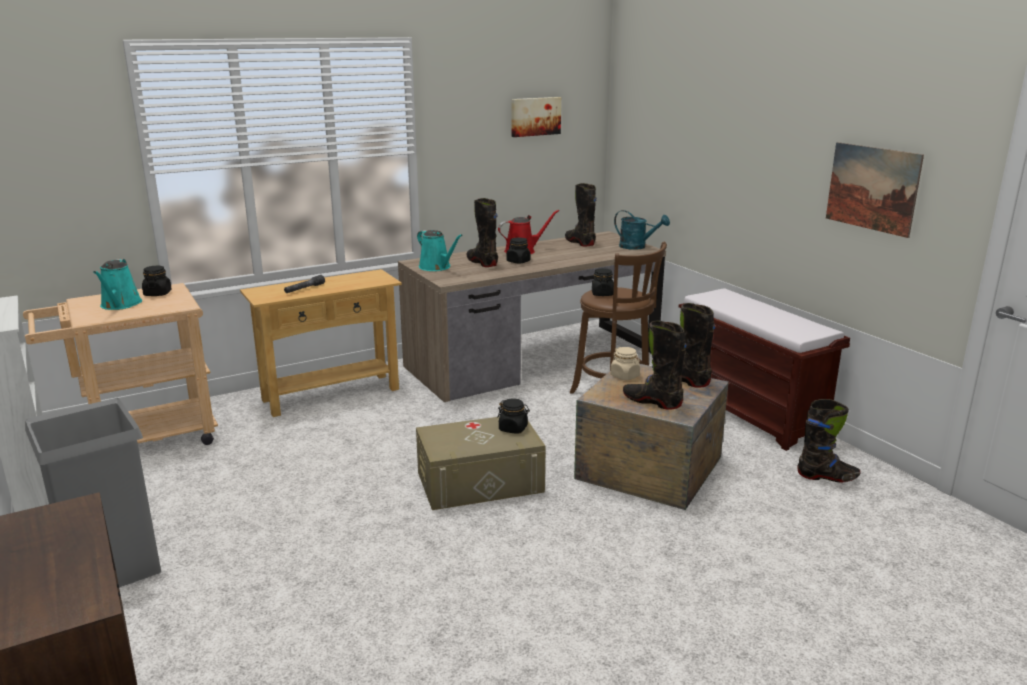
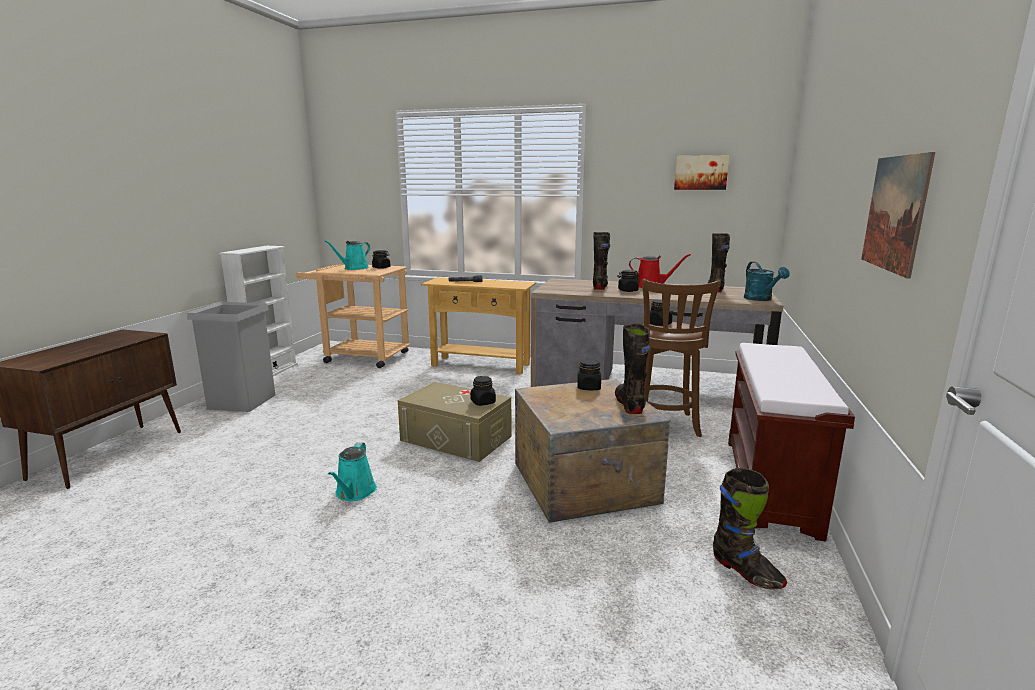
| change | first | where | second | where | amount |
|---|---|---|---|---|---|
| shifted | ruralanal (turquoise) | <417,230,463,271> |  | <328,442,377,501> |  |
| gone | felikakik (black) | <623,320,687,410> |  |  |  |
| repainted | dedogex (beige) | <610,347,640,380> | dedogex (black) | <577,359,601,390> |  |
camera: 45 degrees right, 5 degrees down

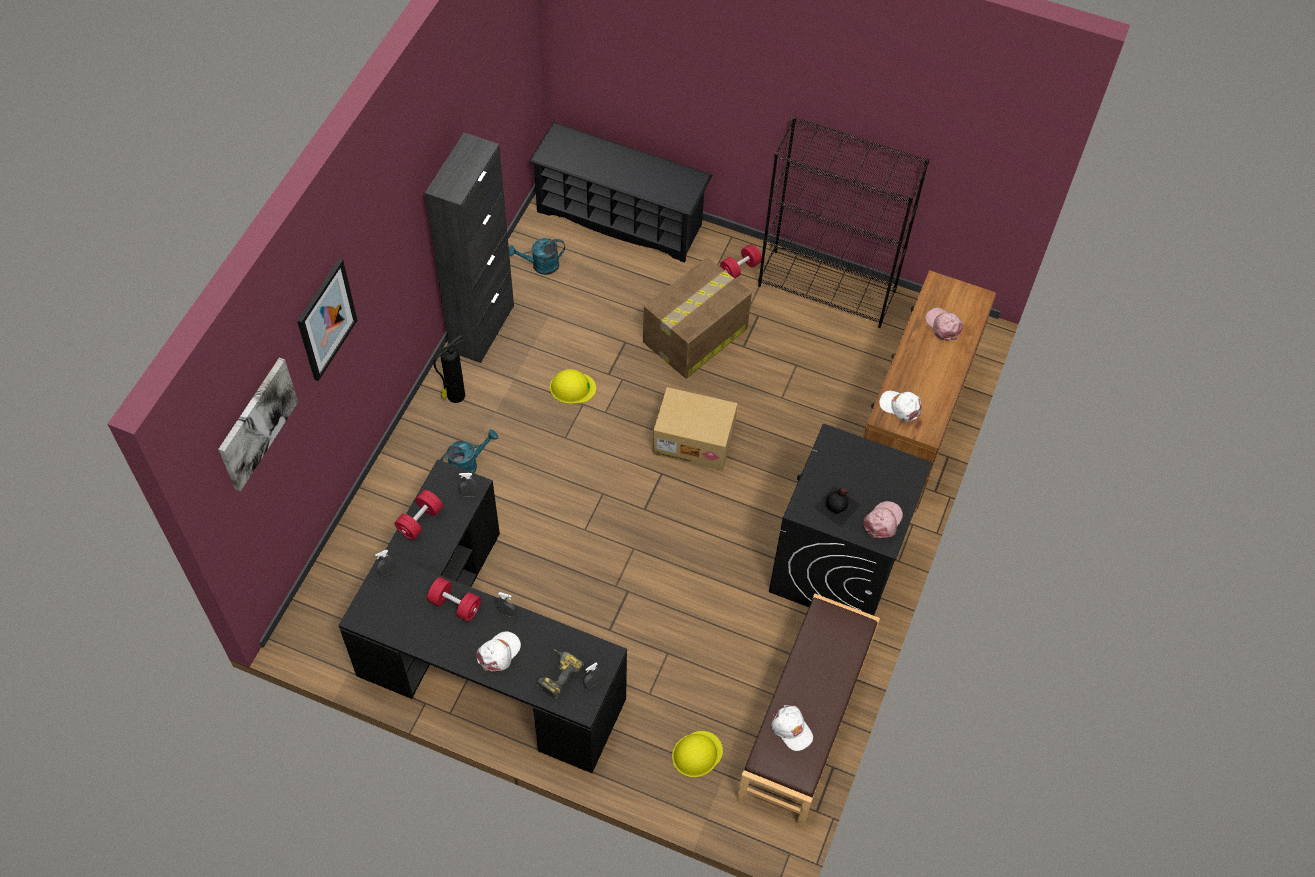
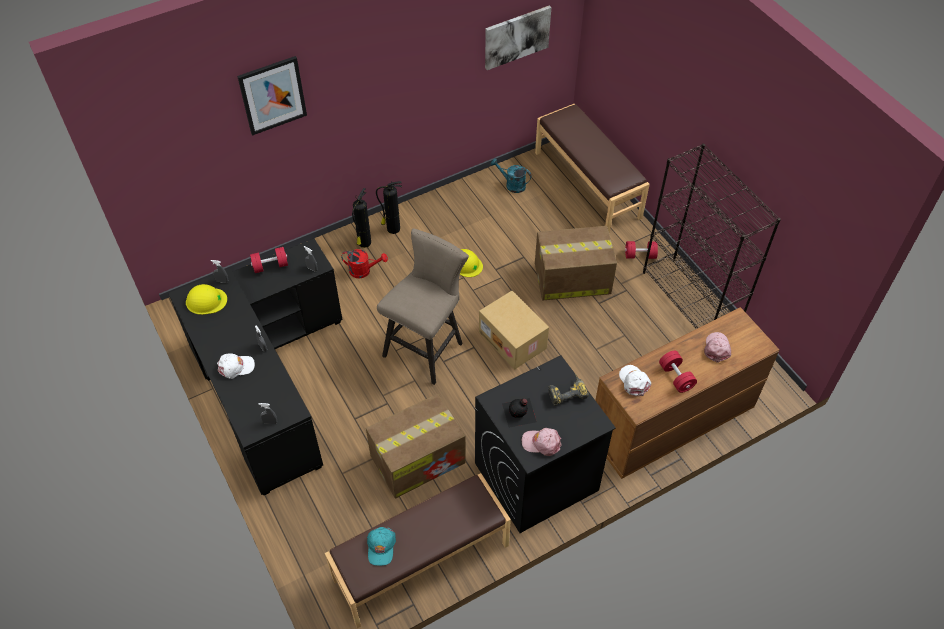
| change | first | where | second | where | amount |
|---|---|---|---|---|---|
| swapped | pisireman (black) | <529,122,713,263> | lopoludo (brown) | <535,104,650,233> |  |
| gone | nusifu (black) | <425,132,514,363> |  |  |  |
| shifted | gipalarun | <218,358,298,491> |  | <485,6,551,70> |  |
| repainted | ruralanal (turquoise) | <441,430,498,473> | ruralanal (red) | <341,249,388,278> |  |
| rotated | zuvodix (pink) | <863,501,903,538> |  | <522,428,562,456> | 150 degrees counterclockwise |
| shifted | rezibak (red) | <427,577,481,622> |  | <659,351,697,393> |  |
| shifted | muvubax | <537,649,584,699> |  | <548,374,589,406> |  |
| repainted | zuvodix (white) | <771,705,813,751> | zuvodix (turquoise) | <367,527,396,566> |  |
| shifted | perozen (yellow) | <672,731,723,777> |  | <186,284,227,315> |  |
| new |  |  | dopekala | <352,188,371,248> |  |
| new |  |  | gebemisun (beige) | <377,228,469,385> |  |
| new |  |  | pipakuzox | <366,394,466,499> |  |
camera: 40 degrees right, 5 degrees down

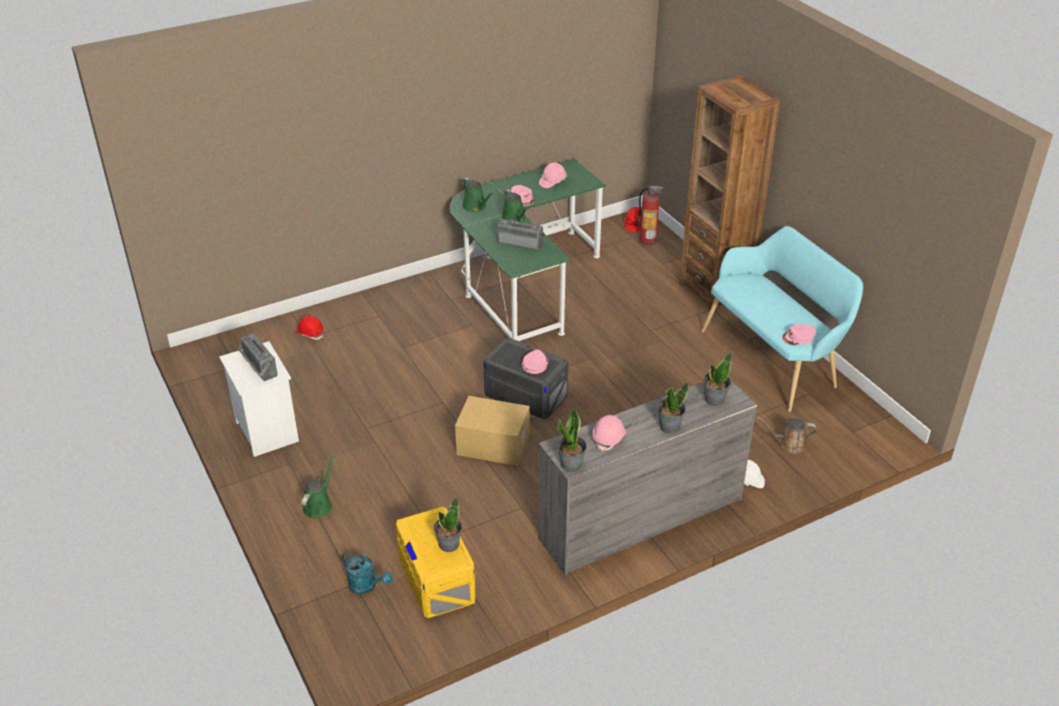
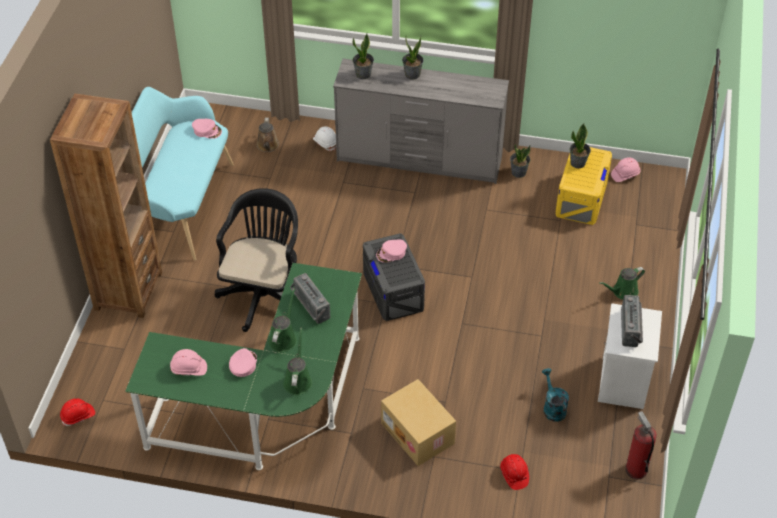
| change | first | where | second | where | amount |
|---|---|---|---|---|---|
| shifted | dopekala | <637,185,664,246> |  | <625,411,657,479> |  |
| shifted | pipakuzox | <455,396,529,466> |  | <381,379,456,466> |  |
| shifted | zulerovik | <557,408,587,472> |  | <510,144,531,178> |  |
| shifted | perozen (pink) | <593,415,626,452> |  | <611,157,640,182> |  |
| rotated | ruralanal (brown) | <757,417,817,455> |  | <257,117,279,152> | 45 degrees clockwise |
| shifted | ruralanal (turquoise) | <341,552,393,594> |  | <542,368,569,422> |  |
| new |  |  | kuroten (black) | <215,188,298,332> |  |
camera: 140 degrees left, 10 degrees up

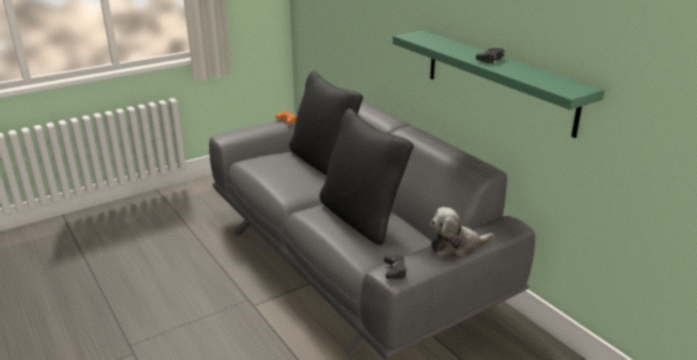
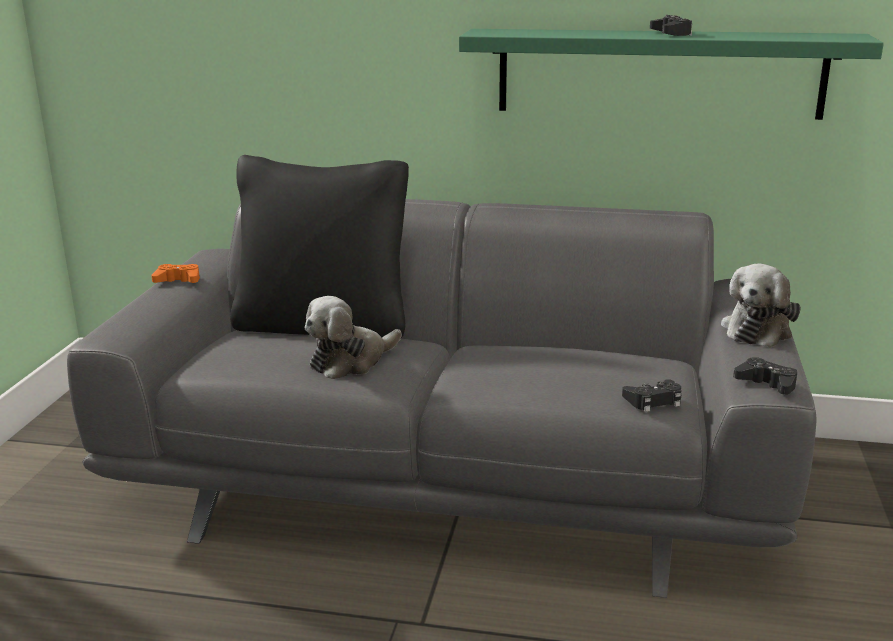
| change | first | where | second | where | amount |
|---|---|---|---|---|---|
| gone | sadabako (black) | <320,108,414,245> |  |  |  |
| new |  |  | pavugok | <305,296,402,379> |  |
| new |  |  | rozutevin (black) | <622,379,682,412> |  |
camera: 45 degrees left, 5 degrees down

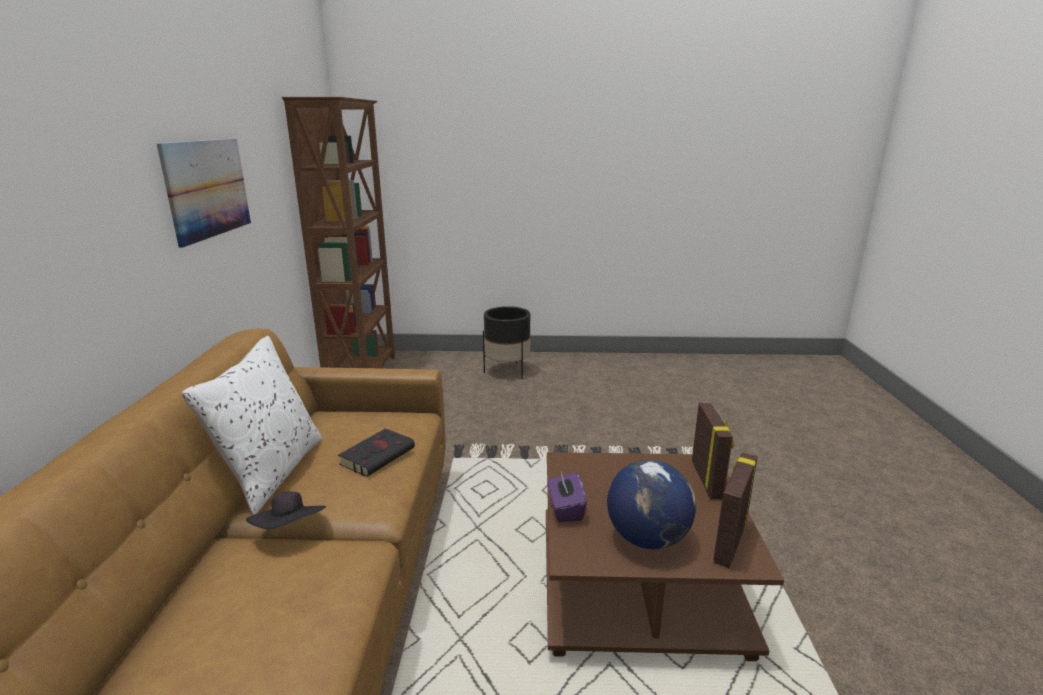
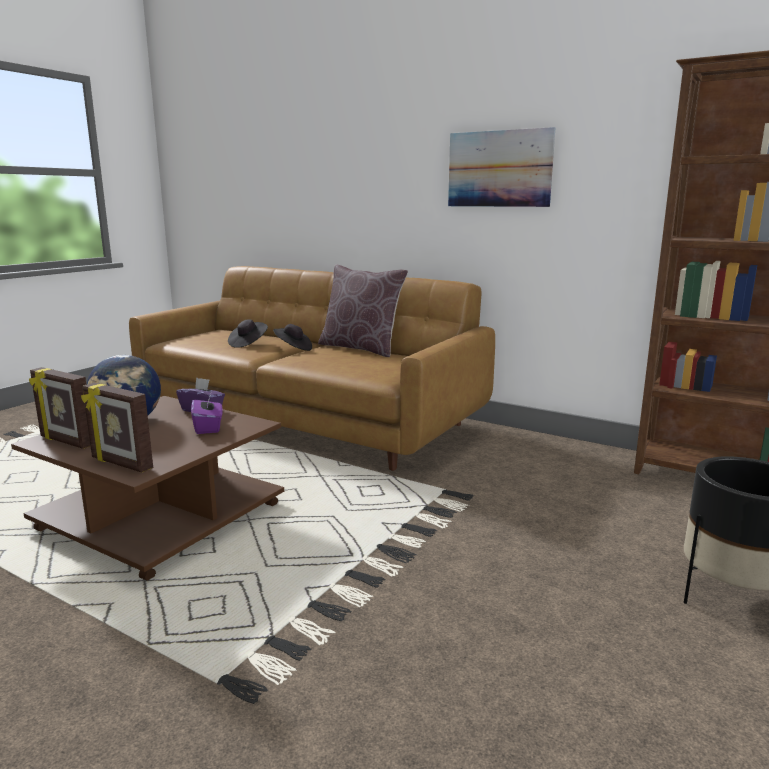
| change | first | where | second | where | amount |
|---|---|---|---|---|---|
| repainted | sadabako (white) | <182,336,322,515> | sadabako (brown) | <318,265,408,357> |  |
| gone | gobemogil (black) | <338,428,415,477> |  |  |  |
| rotated | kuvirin | <713,453,758,568> |  | <29,367,90,449> | 150 degrees clockwise |
| new |  |  | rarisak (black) | <228,319,268,348> |  |
| new |  |  | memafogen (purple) | <191,394,222,434> |  |
camera: 120 degrees right, 5 degrees down

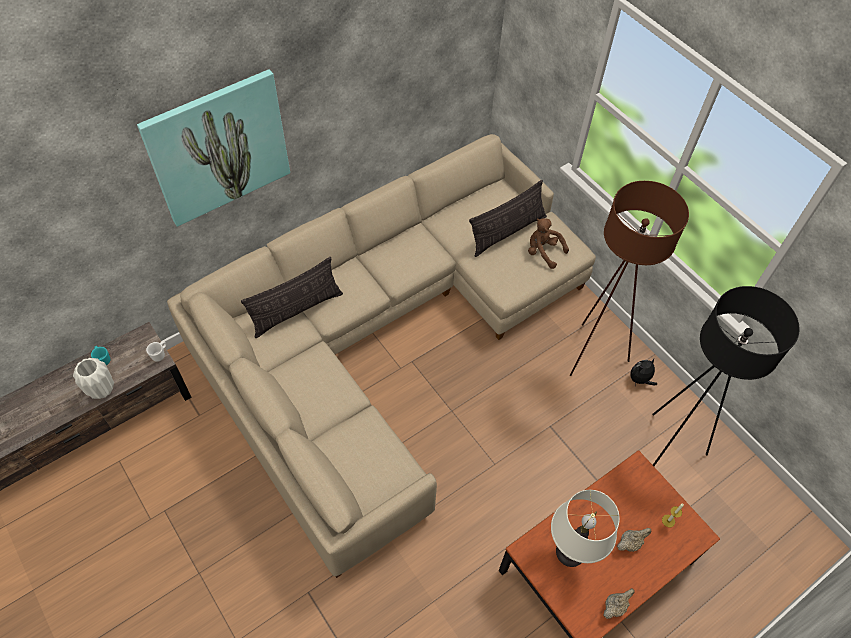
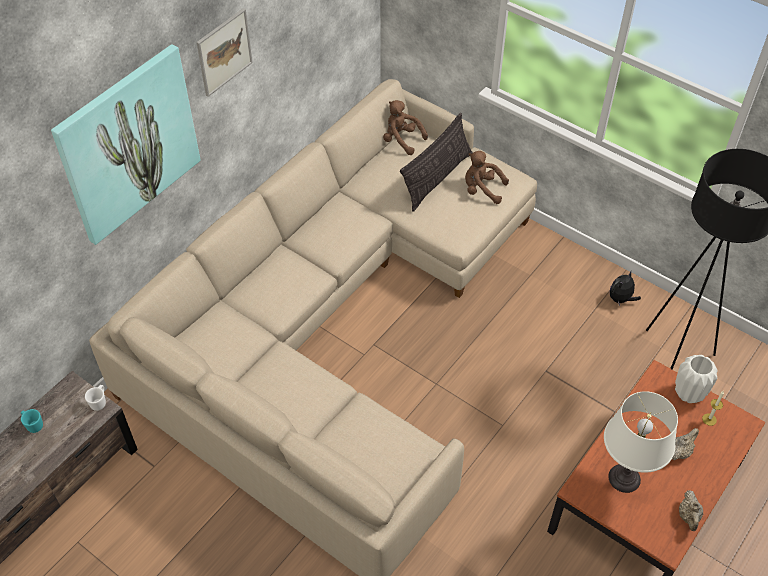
| change | first | where | second | where | amount |
|---|---|---|---|---|---|
| gone | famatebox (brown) | <570,181,689,376> |  |  |  |
| gone | sadabako | <241,257,343,338> |  |  |  |
| shifted | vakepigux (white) | <73,358,114,399> |  | <675,355,718,403> |  |
| rotated | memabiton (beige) | <604,588,635,619> |  | <679,490,703,531> | 150 degrees clockwise |
| new |  |  | gipalarun | <196,8,253,97> |  |
| new |  |  | pavugok (brown) | <383,100,428,155> |  |
camera: 15 degrees left, 5 degrees down

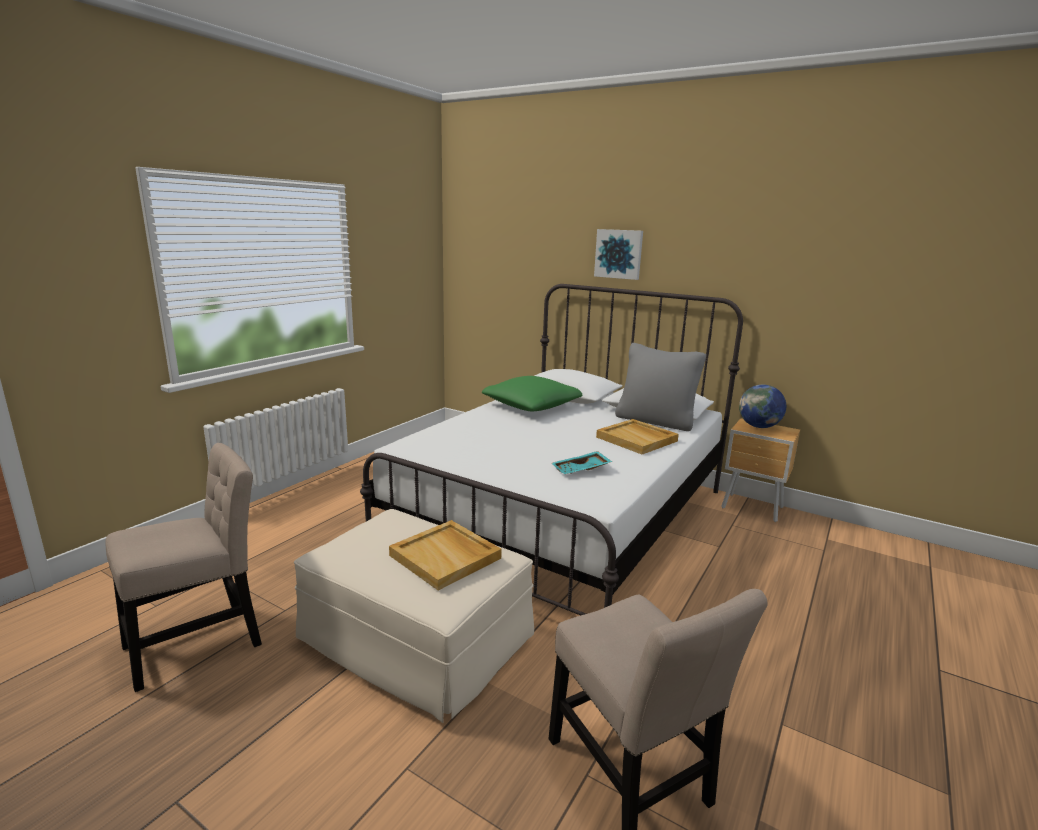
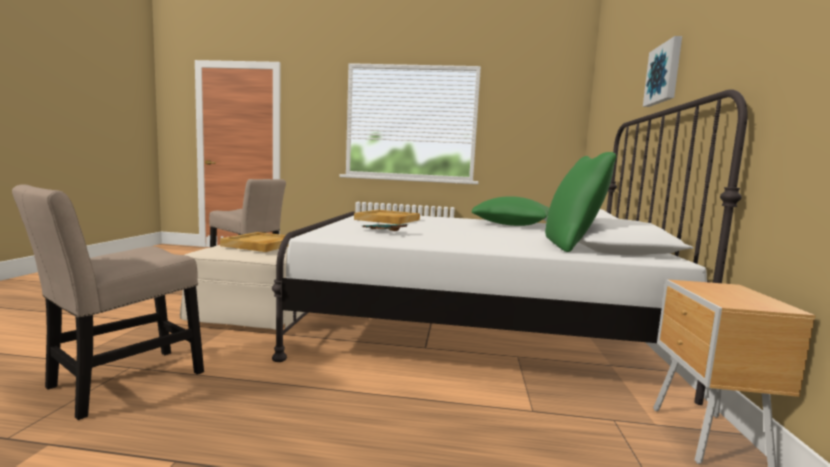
| change | first | where | second | where | amount |
|---|---|---|---|---|---|
| repainted | sadabako (grey) | <615,343,706,431> | sadabako (green) | <545,152,617,252> |  |
| gone | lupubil | <739,384,786,428> |  |  |  |
| shifted | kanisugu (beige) | <596,419,679,454> |  | <354,210,420,225> |  |
camera: 65 degrees right, 10 degrees down

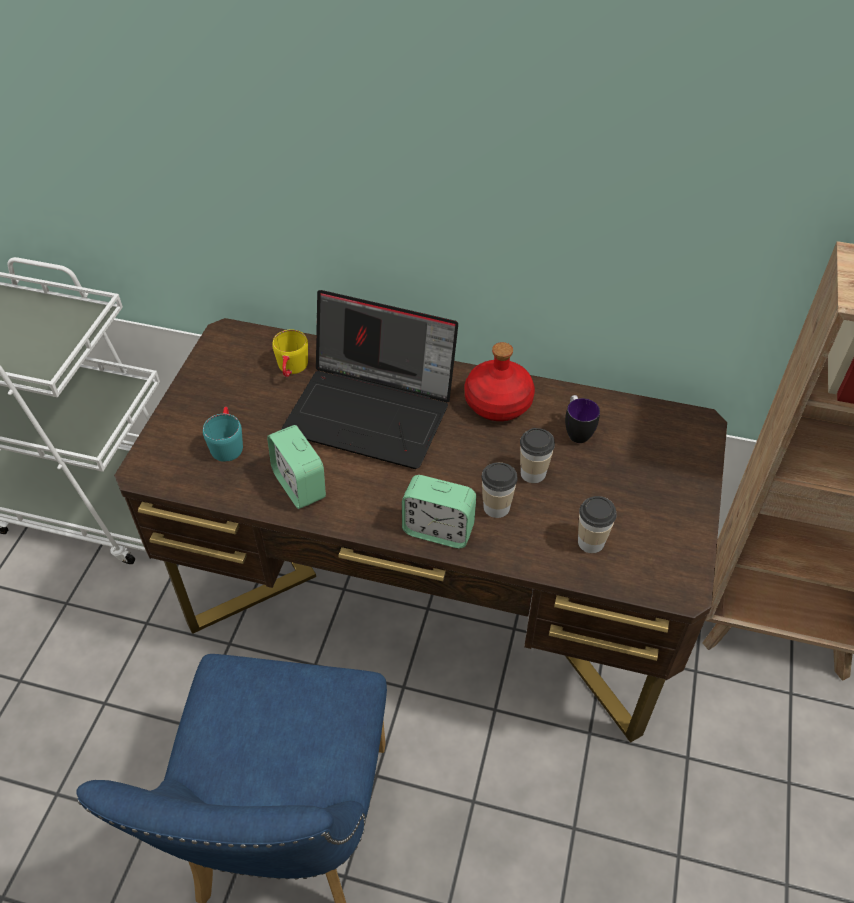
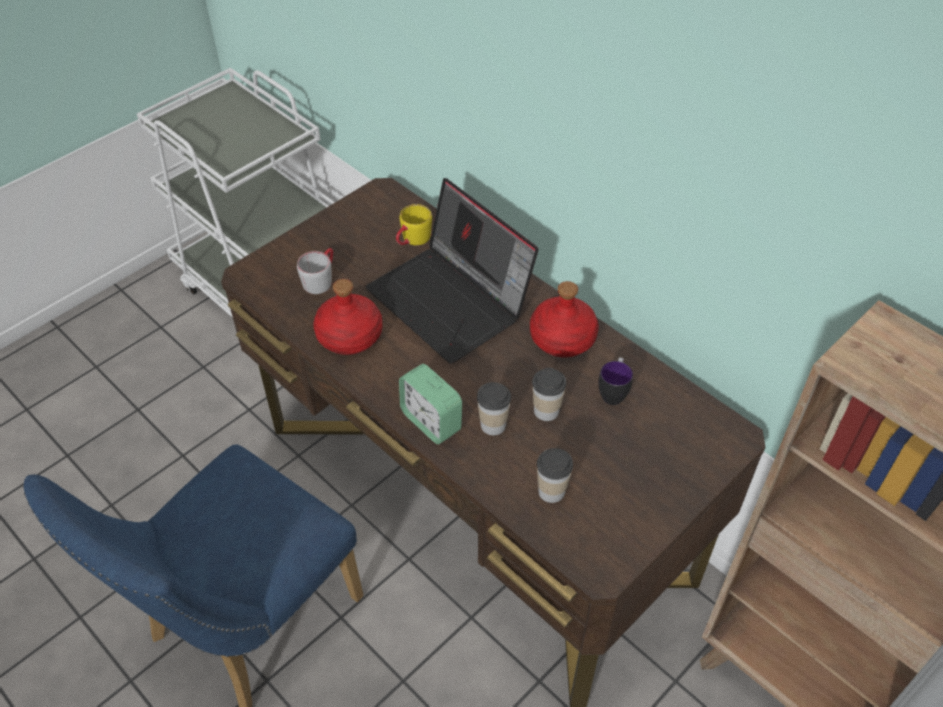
| change | first | where | second | where | amount |
|---|---|---|---|---|---|
| repainted | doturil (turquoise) | <203,407,243,462> | doturil (grey) | <297,248,333,294> |  |
| swapped | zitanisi | <267,425,326,509> | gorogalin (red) | <314,279,383,355> |  |
camera: 30 degrees right, 0 degrees up

